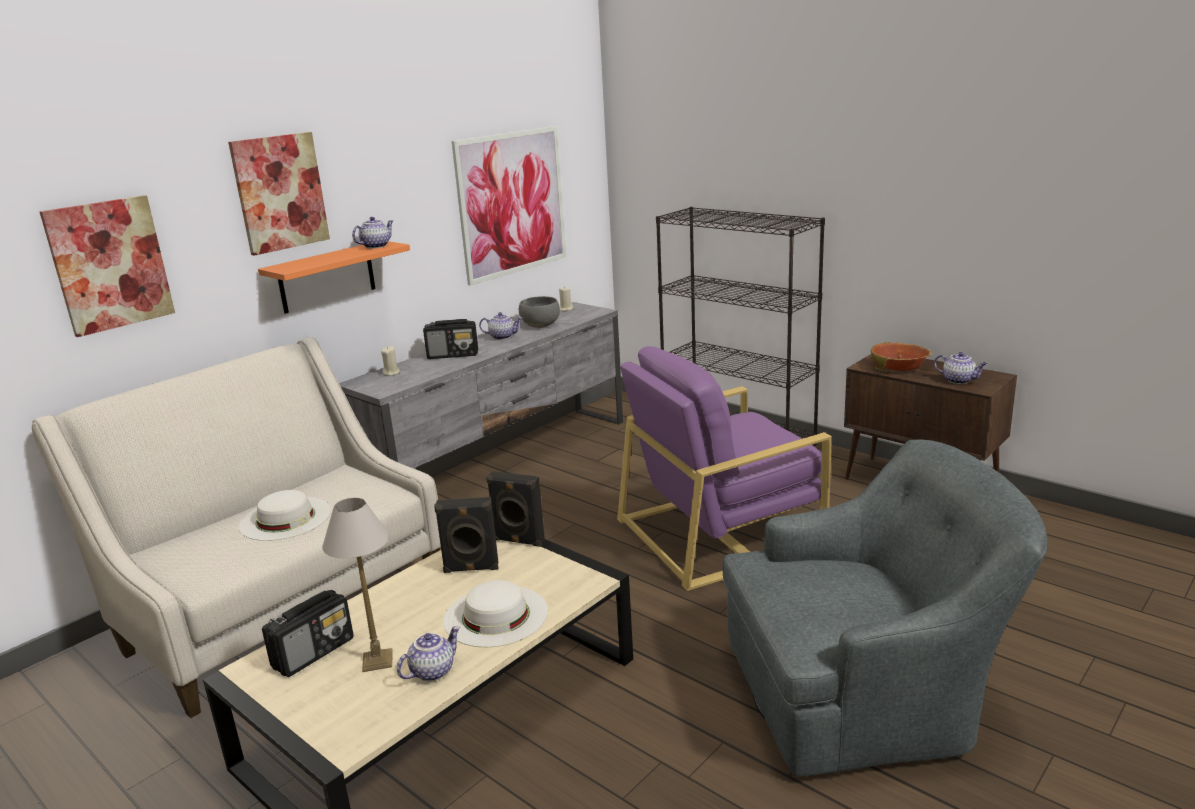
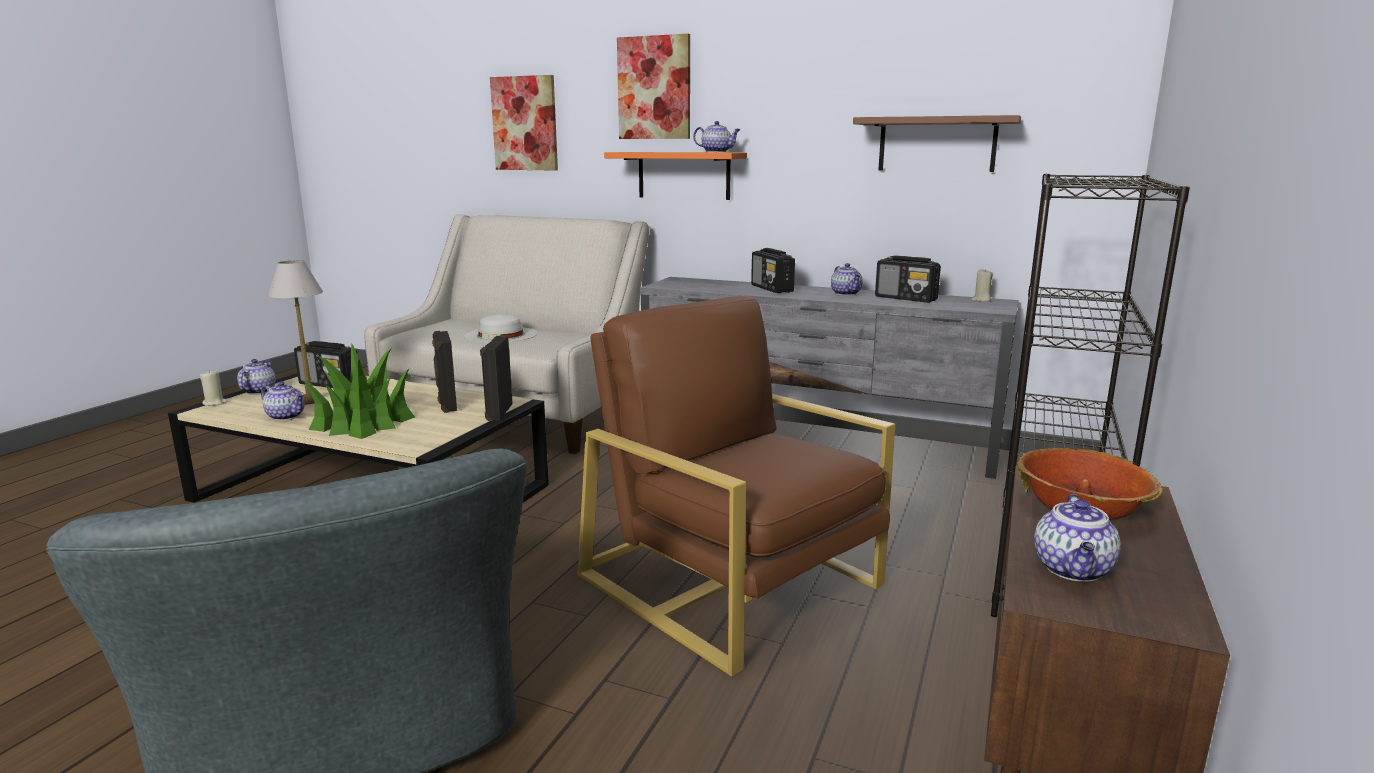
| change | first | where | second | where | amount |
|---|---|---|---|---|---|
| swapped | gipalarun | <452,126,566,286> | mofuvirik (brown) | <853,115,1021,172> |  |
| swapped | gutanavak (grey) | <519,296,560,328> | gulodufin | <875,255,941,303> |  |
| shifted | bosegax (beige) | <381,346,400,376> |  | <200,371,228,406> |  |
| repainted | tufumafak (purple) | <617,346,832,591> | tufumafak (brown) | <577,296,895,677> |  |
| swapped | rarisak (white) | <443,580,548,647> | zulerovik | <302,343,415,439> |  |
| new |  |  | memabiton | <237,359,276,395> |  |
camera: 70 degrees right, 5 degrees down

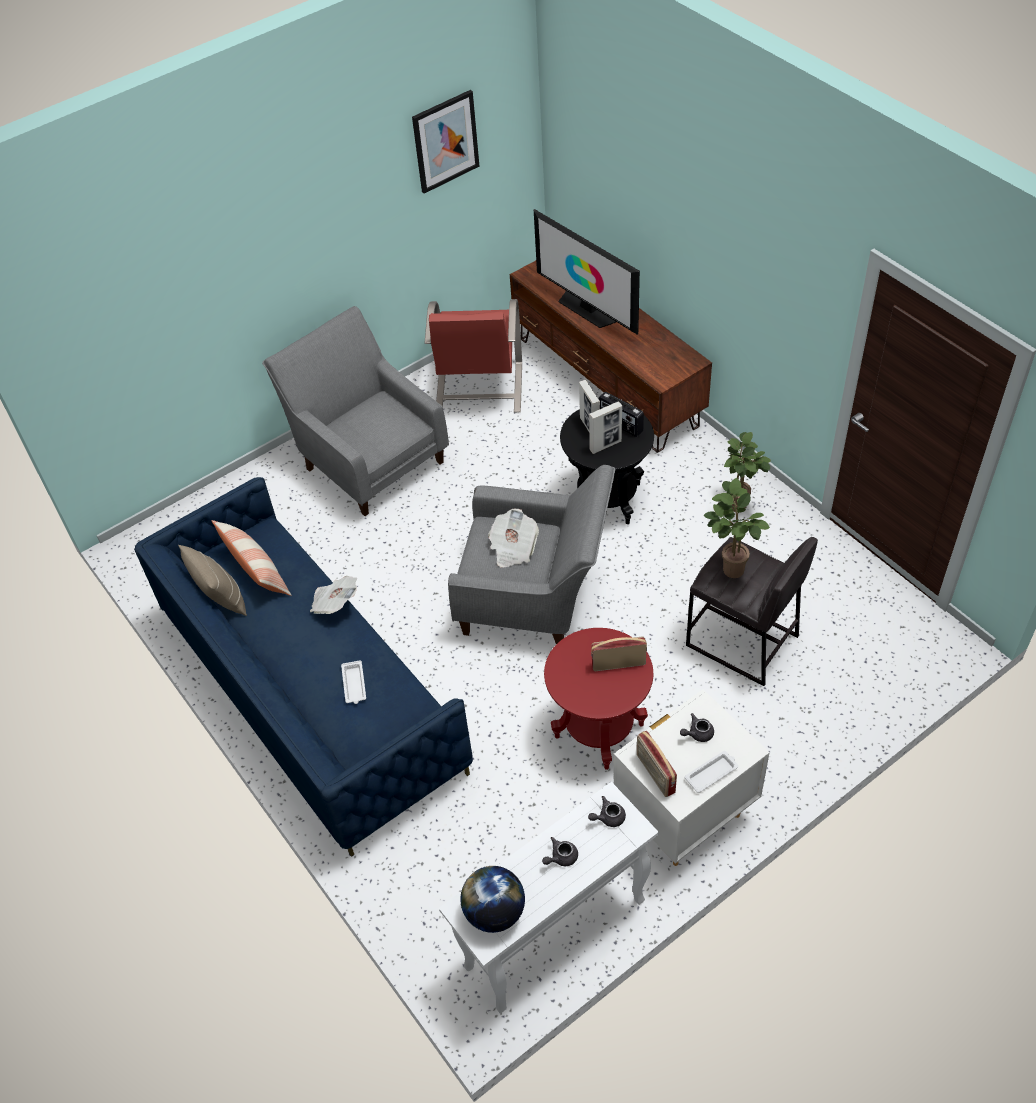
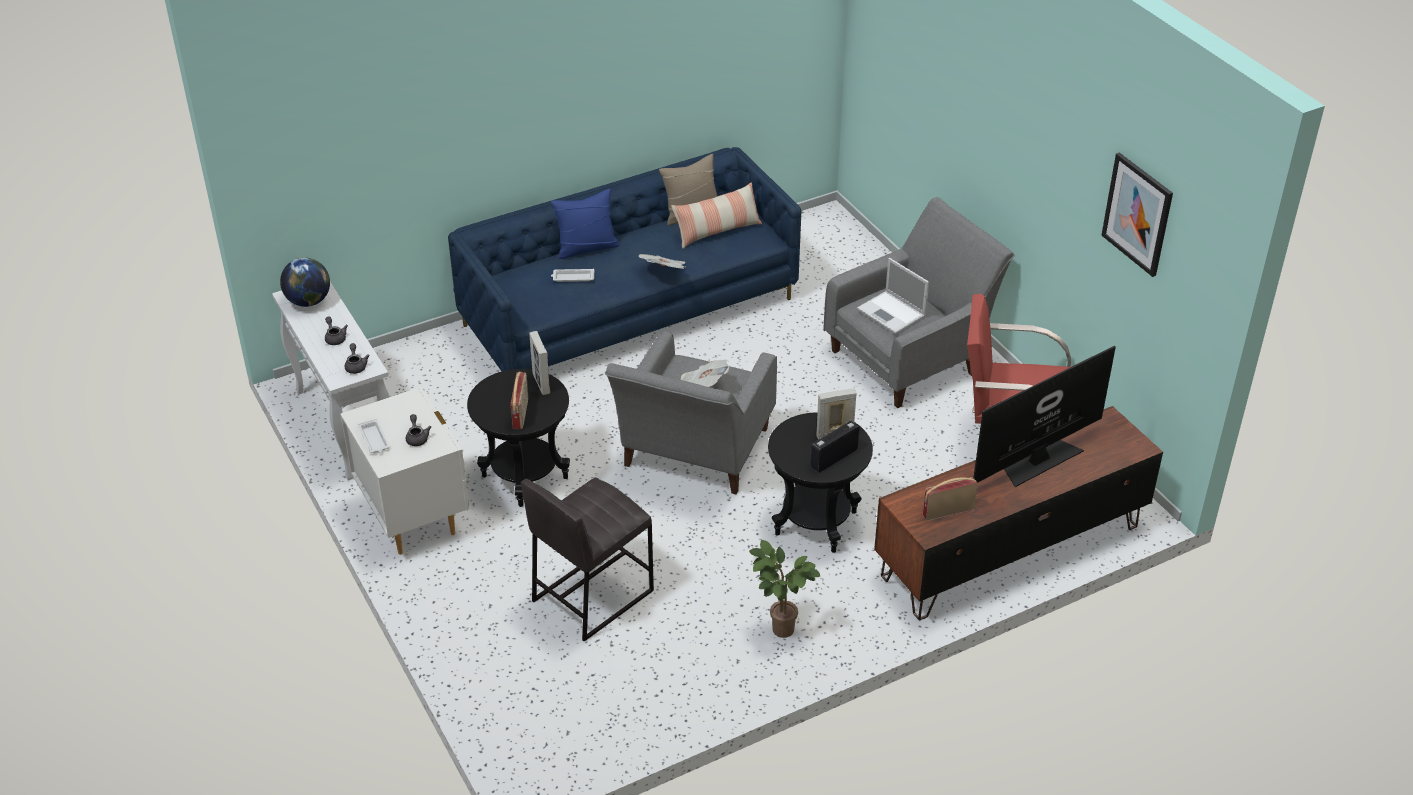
| change | first | where | second | where | amount |
|---|---|---|---|---|---|
| shifted | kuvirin | <589,401,622,454> |  | <529,331,550,395> |  |
| gone | zulerovik | <704,478,770,578> |  |  |  |
| repainted | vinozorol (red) | <544,628,653,770> | vinozorol (black) | <467,369,570,507> |  |
| shifted | gulodufin | <637,731,677,797> |  | <922,477,978,521> |  |
| new |  |  | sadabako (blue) | <551,189,620,259> |  |
| new |  |  | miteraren | <857,258,929,334> |  |
camera: 95 degrees right, 10 degrees down

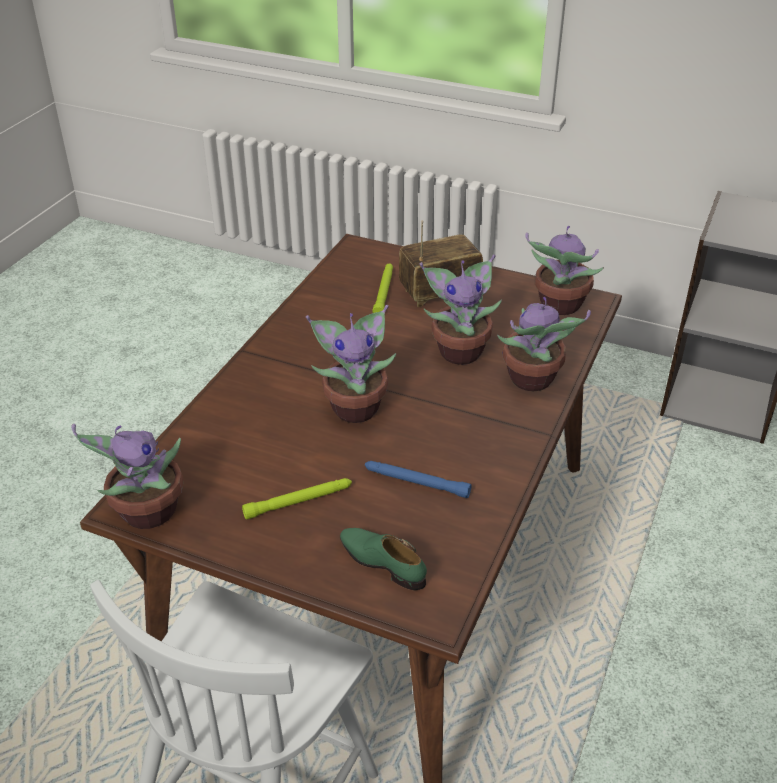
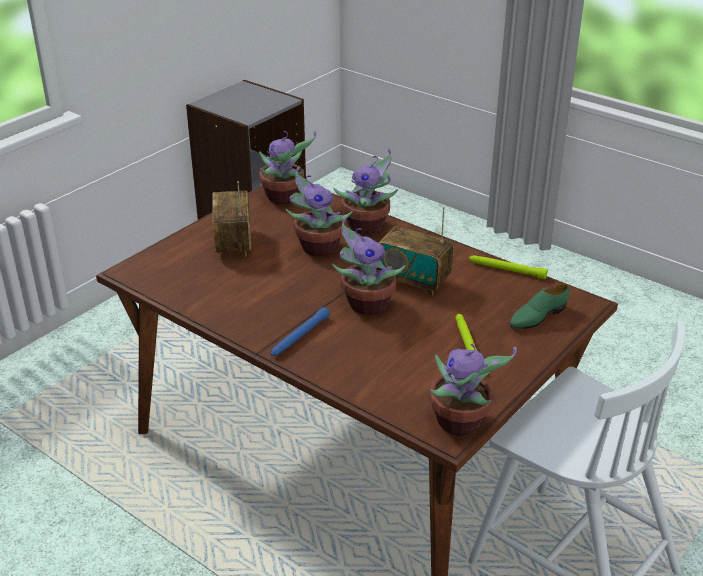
| change | first | where | second | where | amount |
|---|---|---|---|---|---|
| shifted | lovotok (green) | <372,263,393,313> |  | <469,255,548,279> |  |
| shifted | lovotok (blue) | <365,461,471,498> |  | <271,307,330,356> |  |
| new |  |  | gulodufin | <378,207,454,296> |  |
camera: 75 degrees left, 5 degrees down

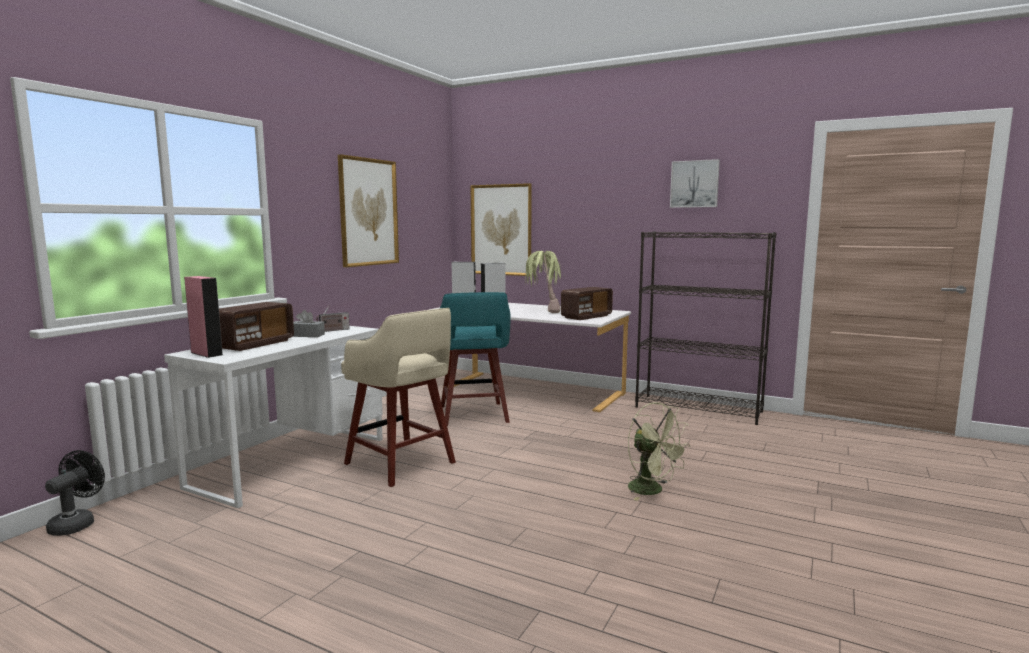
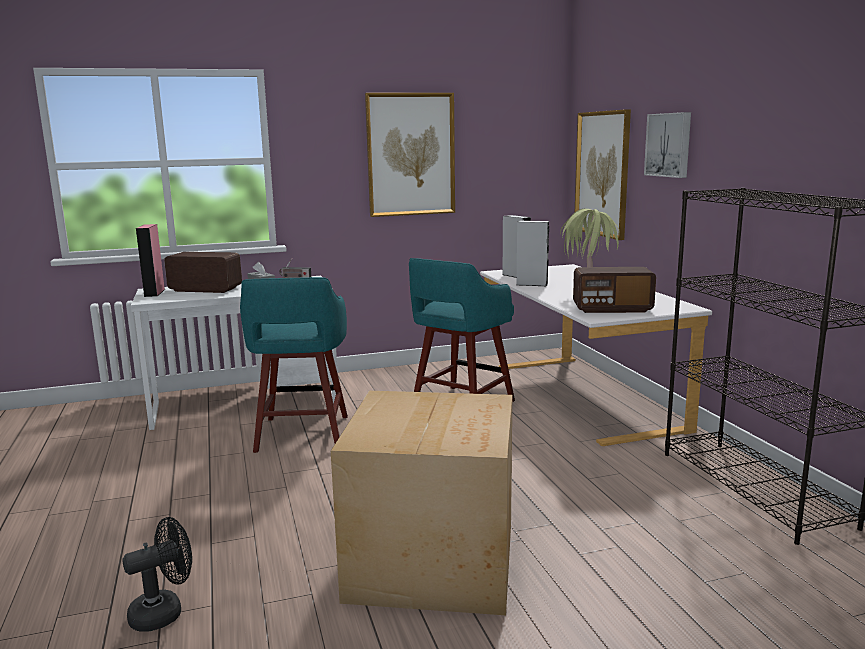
| change | first | where | second | where | amount |
|---|---|---|---|---|---|
| shifted | gipalarun | <670,159,720,208> |  | <644,112,691,178> |  |
| rotated | gulodufin | <219,302,294,351> |  | <164,252,242,293> | 150 degrees counterclockwise |
| repainted | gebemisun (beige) | <341,308,456,487> | gebemisun (turquoise) | <240,277,348,453> |  |
| swapped | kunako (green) | <628,402,691,501> | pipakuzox | <331,391,512,615> |  |
| shifted | kunako (black) | <45,450,105,536> |  | <123,517,192,632> |  |
camera: 45 degrees right, 5 degrees up

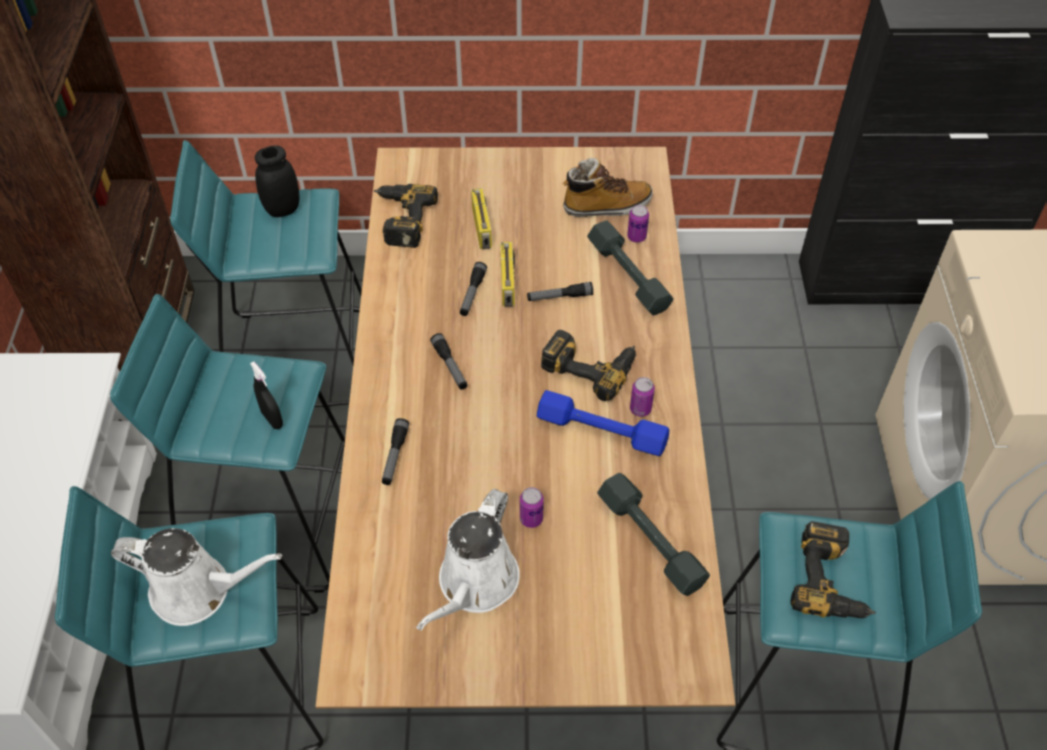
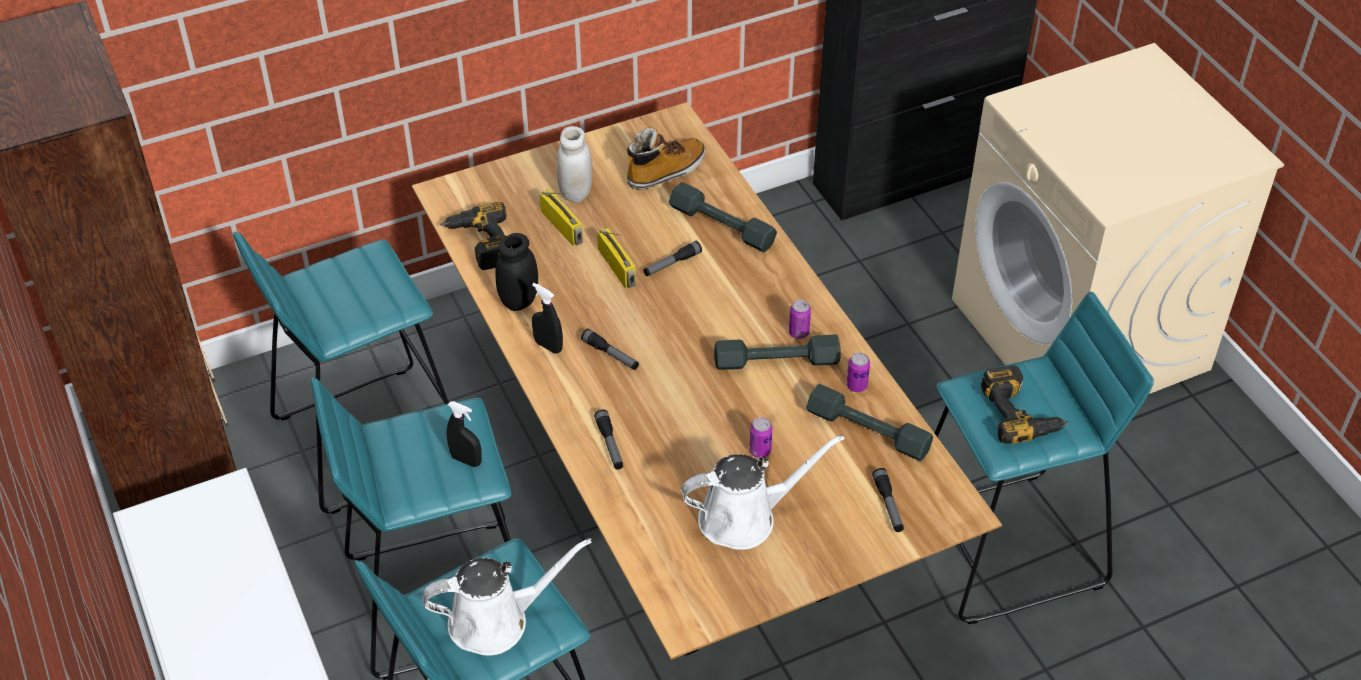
| change | first | where | second | where | amount |
|---|---|---|---|---|---|
| shifted | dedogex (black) | <255,145,300,217> |  | <495,233,538,311> |  |
| shifted | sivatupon | <627,205,649,243> |  | <846,352,870,392> |  |
| shifted | lovotok | <460,262,487,316> |  | <872,468,904,532> |  |
| gone | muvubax | <541,330,636,401> |  |  |  |
| repainted | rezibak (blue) | <537,390,669,456> | rezibak (grey) | <714,335,841,370> |  |
| rotated | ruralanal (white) | <416,489,520,630> |  | <681,435,845,550> | 105 degrees counterclockwise |
| new |  |  | dedogex (white) | <557,126,592,202> |  |
| new |  |  | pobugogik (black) | <532,283,563,354> |  |
camera: 25 degrees left, 5 degrees down

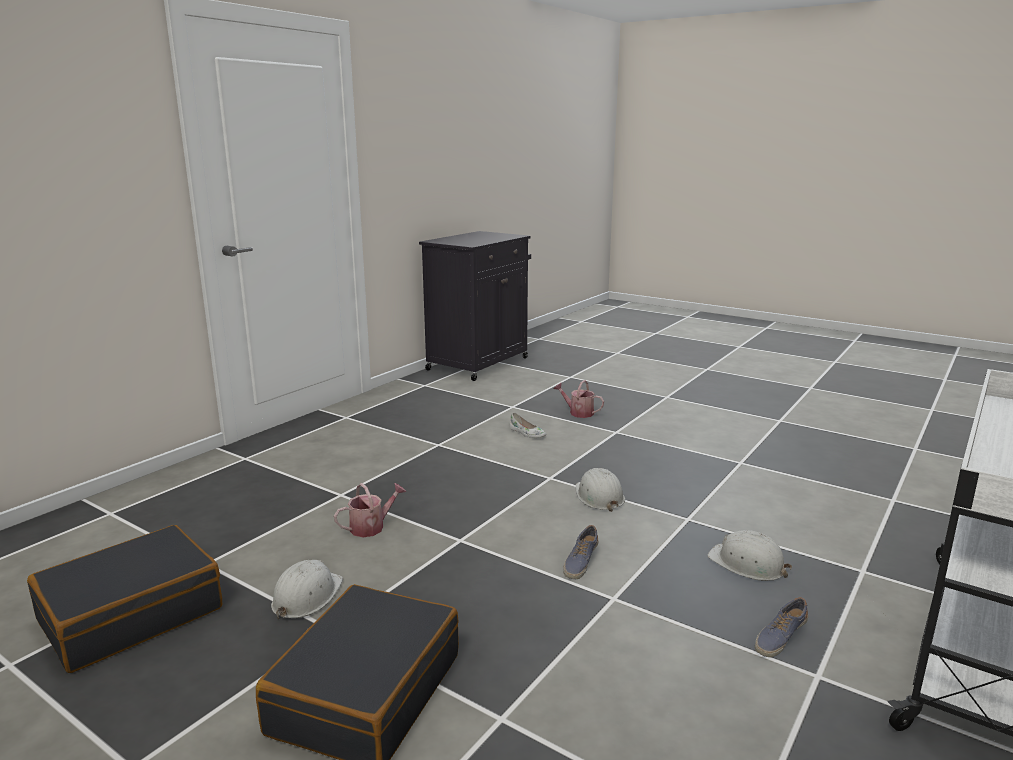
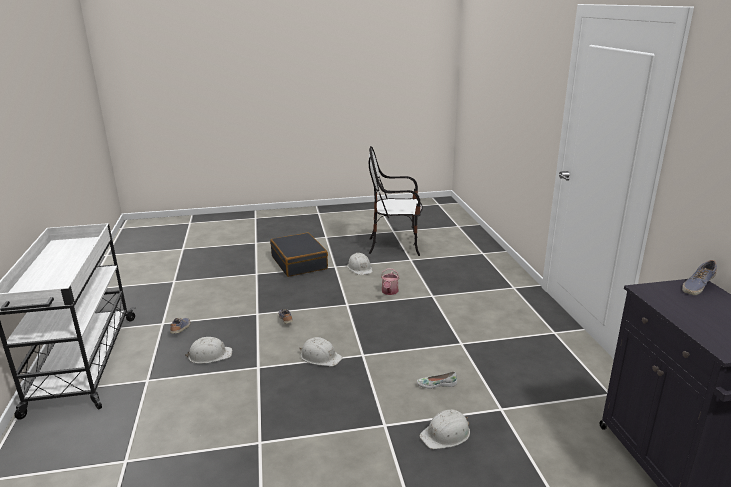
| change | first | where | second | where | amount |
|---|---|---|---|---|---|
| swapped | ruralanal | <553,380,604,418> | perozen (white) | <420,410,470,449> |  |
| swapped | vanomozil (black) | <27,525,222,673> | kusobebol | <369,146,423,256> |  |
| new |  |  | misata | <682,260,717,295> |  |
camera: 135 degrees right, 5 degrees up

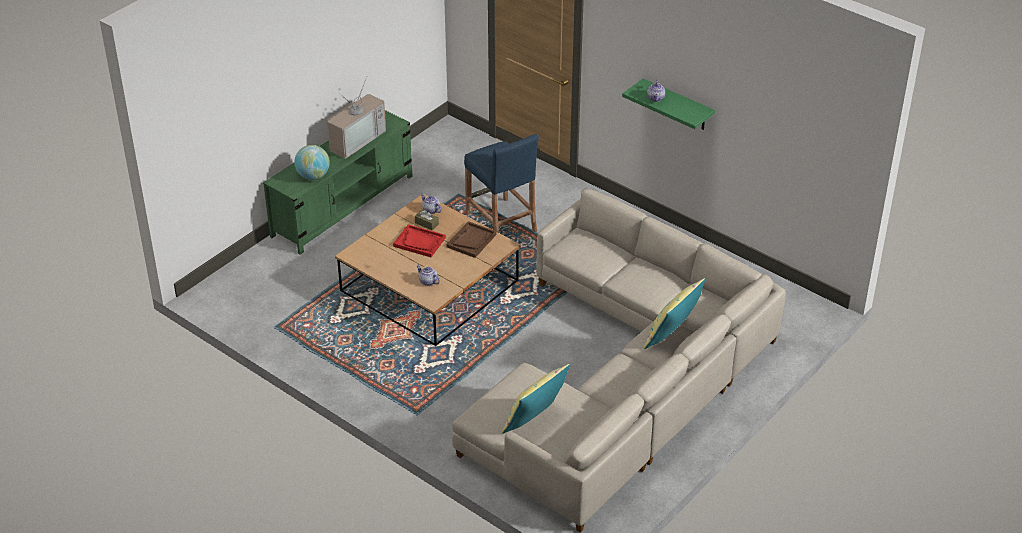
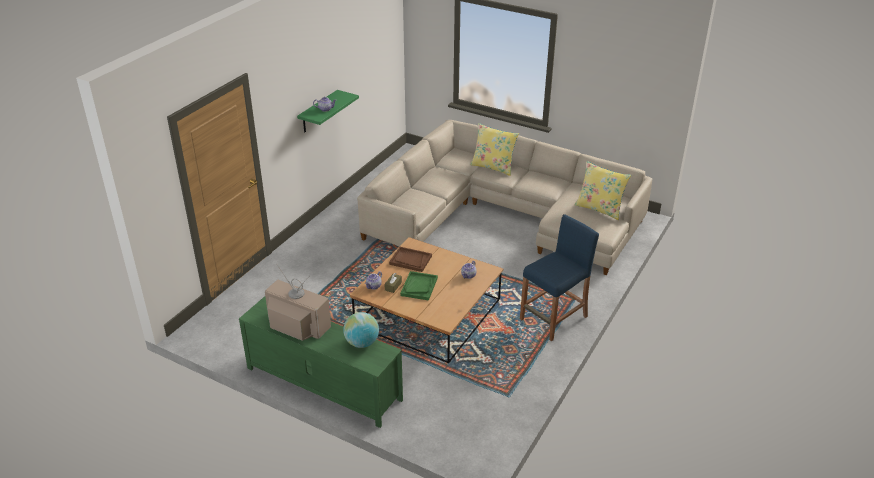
| change | first | where | second | where | amount |
|---|---|---|---|---|---|
| shifted | gebemisun (blue) | <464,134,539,233> |  | <520,214,599,341> |  |
| repainted | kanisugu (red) | <393,224,446,257> | kanisugu (green) | <400,271,438,300> |  |
camera: 100 degrees left, 5 degrees down

